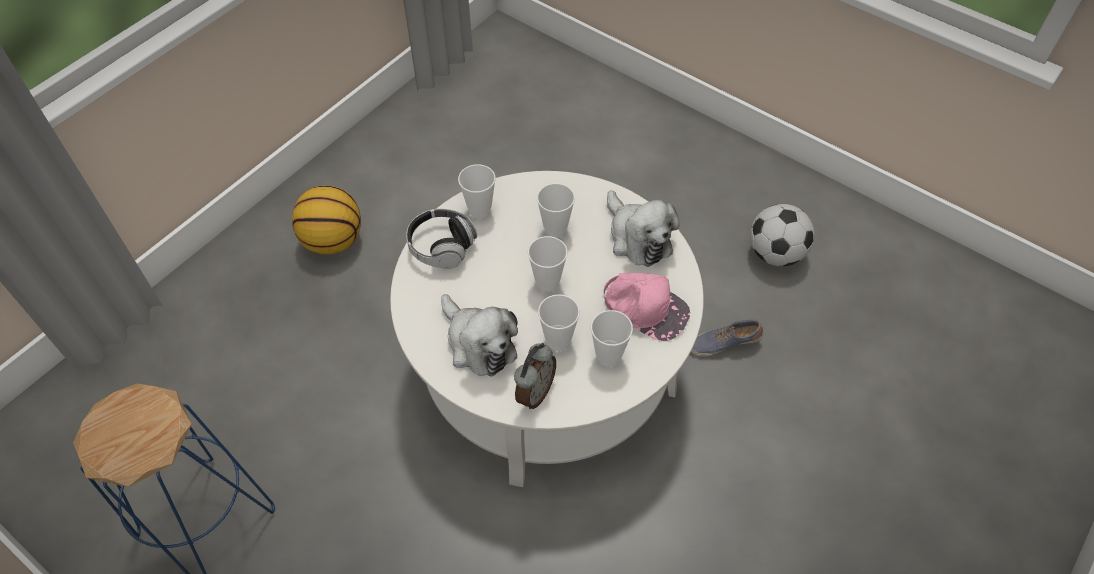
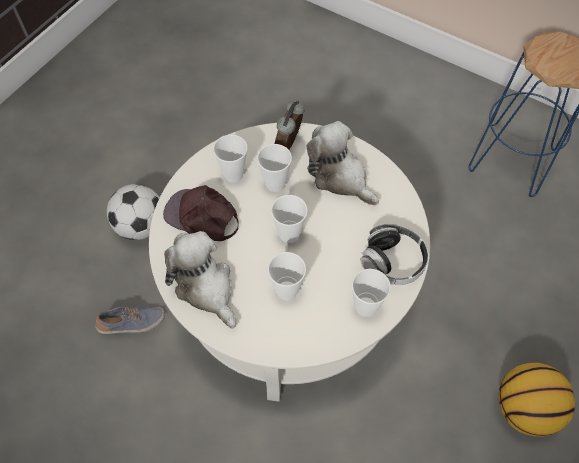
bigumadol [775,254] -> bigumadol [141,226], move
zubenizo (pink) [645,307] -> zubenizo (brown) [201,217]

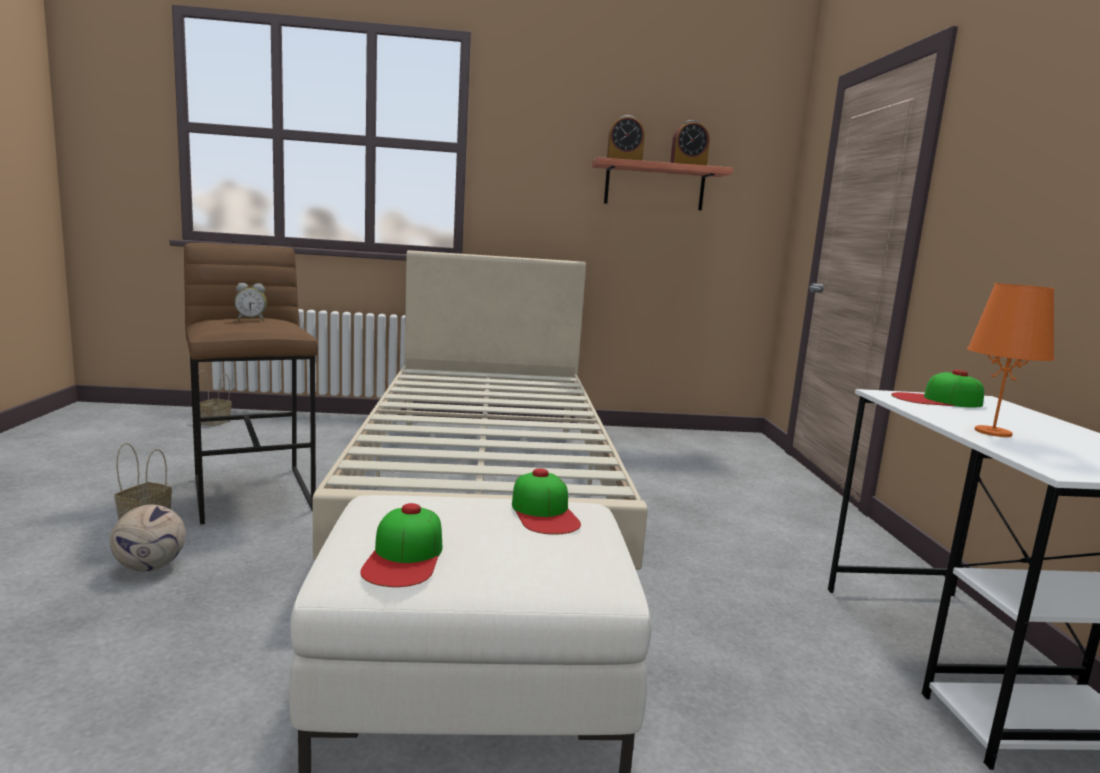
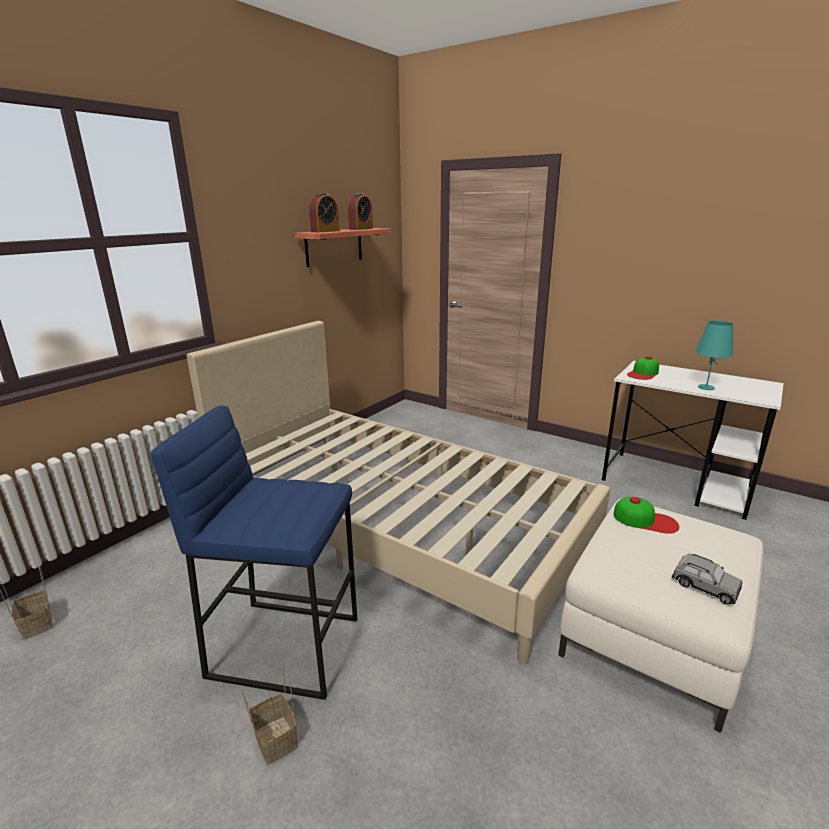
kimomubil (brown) [255,493] -> kimomubil (blue) [286,645]
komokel [251,320] -> none
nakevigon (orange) [993,432] -> nakevigon (turquoise) [706,387]
zubenizo [405,557] -> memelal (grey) [704,586]
bigumadol [149,567] -> none

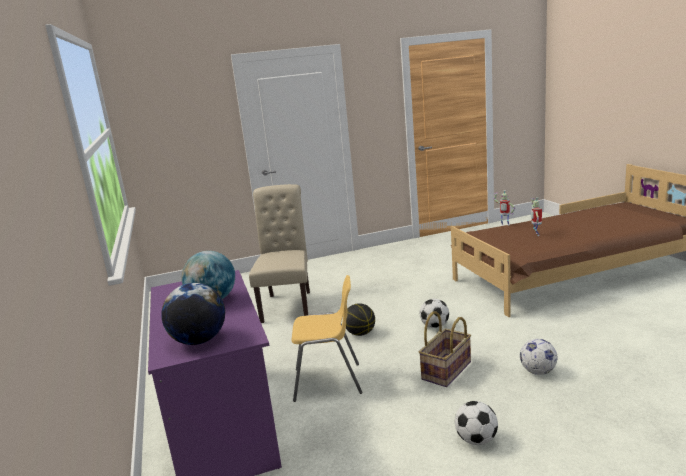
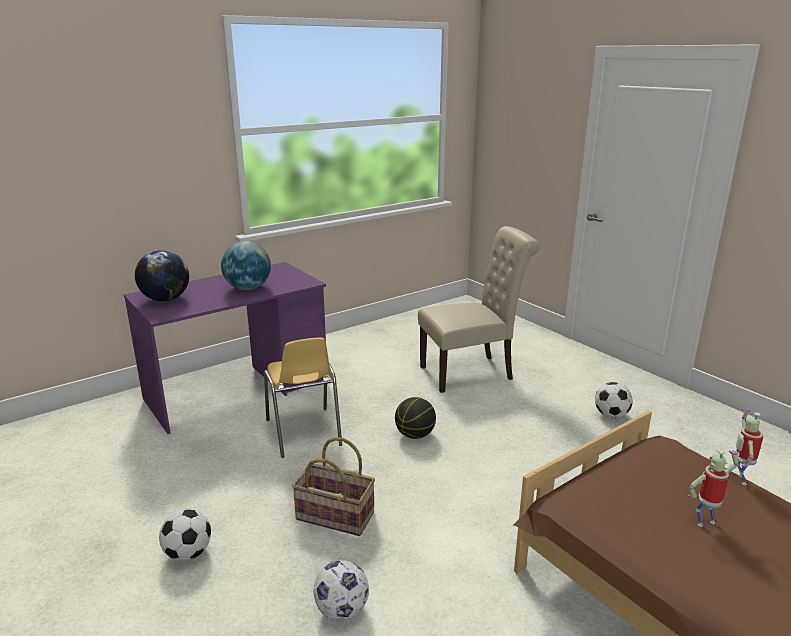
bigumadol [435,326] -> bigumadol [611,415], move

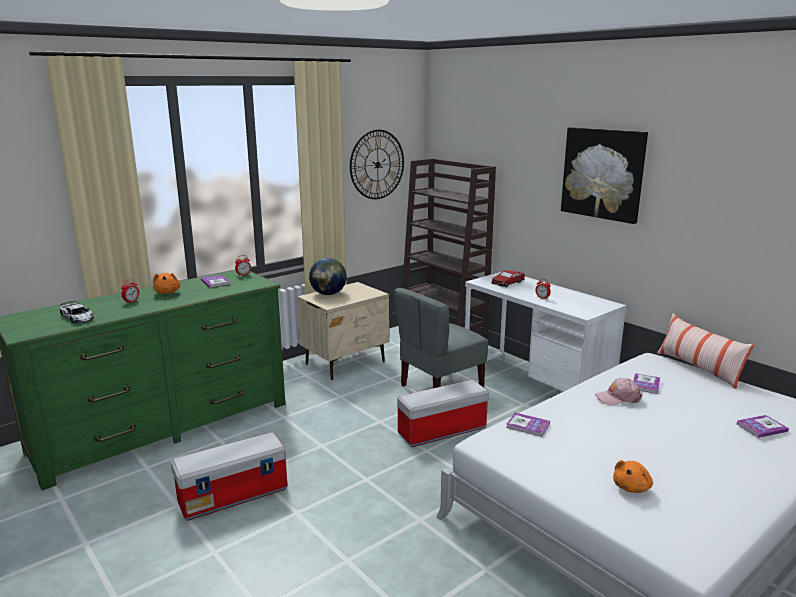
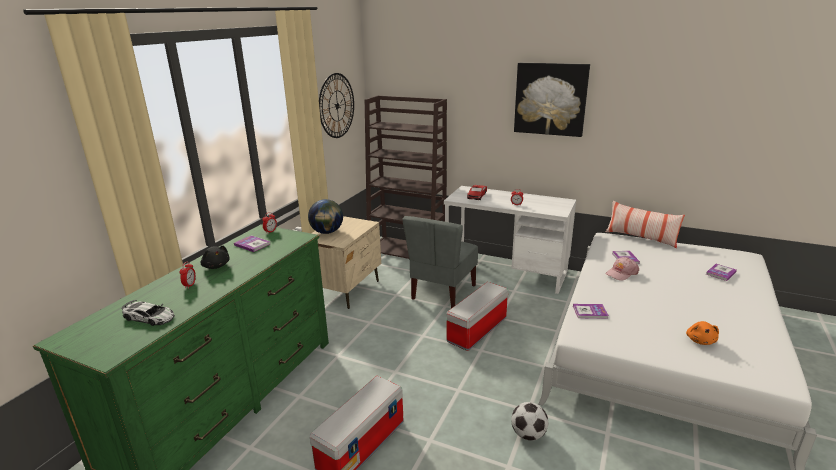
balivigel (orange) [167,292] -> balivigel (black) [216,266]
none -> bigumadol [528,434]

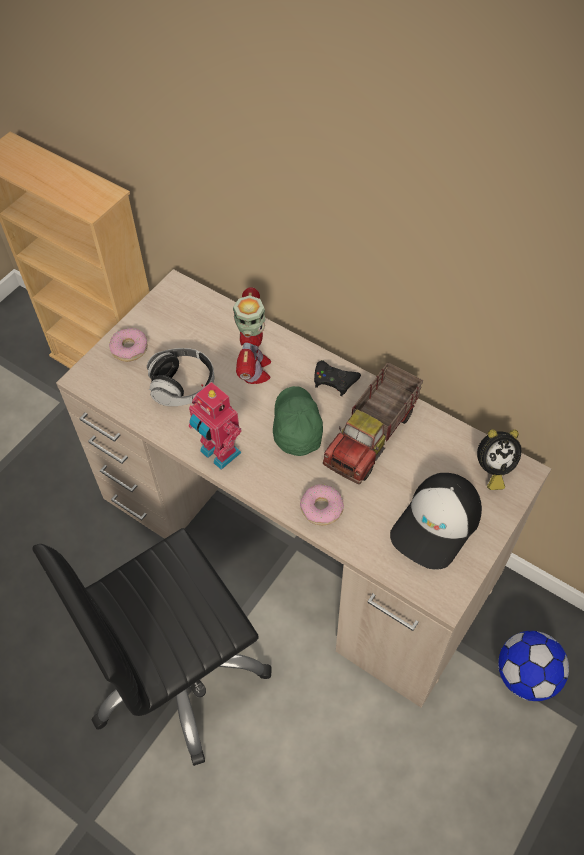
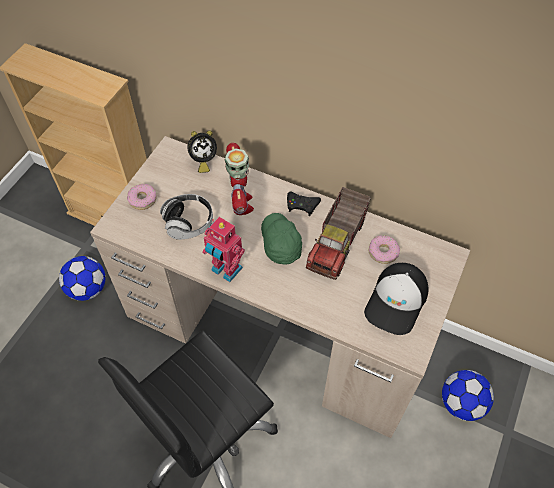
komokel [492,469] -> komokel [203,161], move
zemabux [321,508] -> zemabux [383,252], move
none -> bigumadol [88,289]

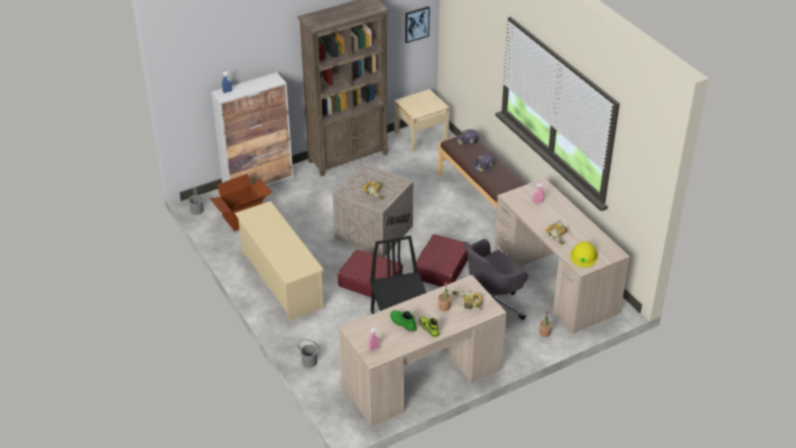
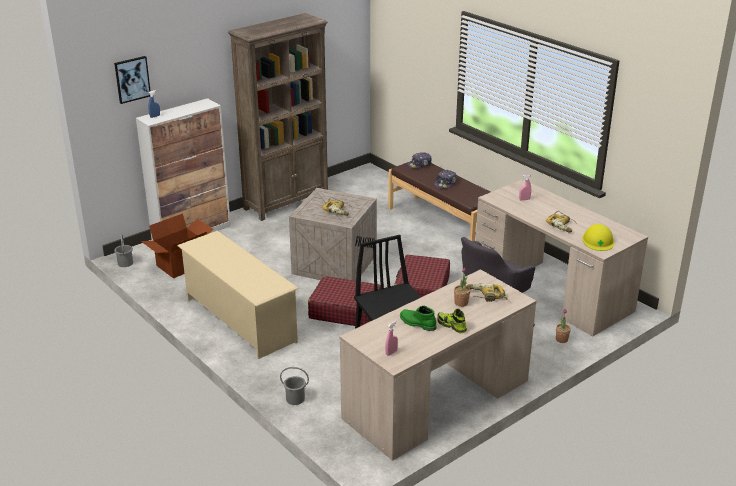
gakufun [416,24] -> gakufun [132,79], move
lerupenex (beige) [421,135] -> none

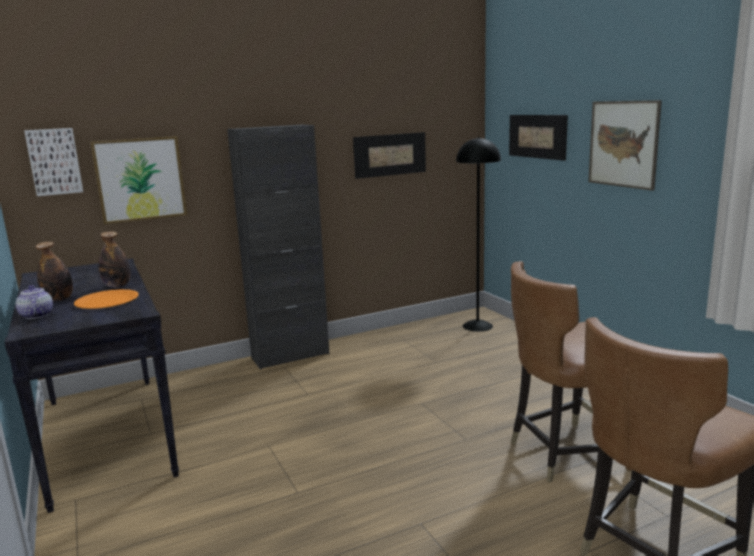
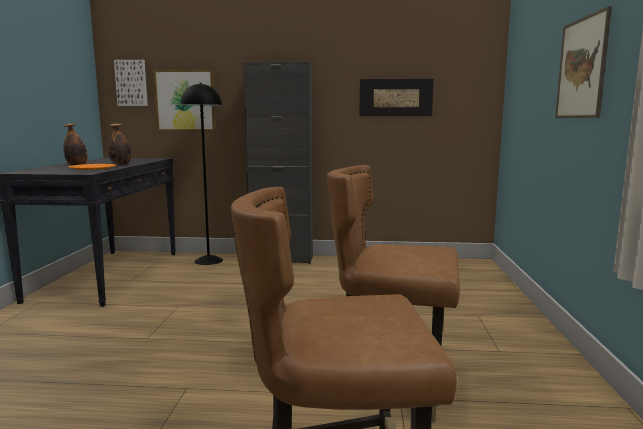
gakufun [537,136] -> none
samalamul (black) [478,326] -> samalamul (black) [209,260], move
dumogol [36,315] -> none

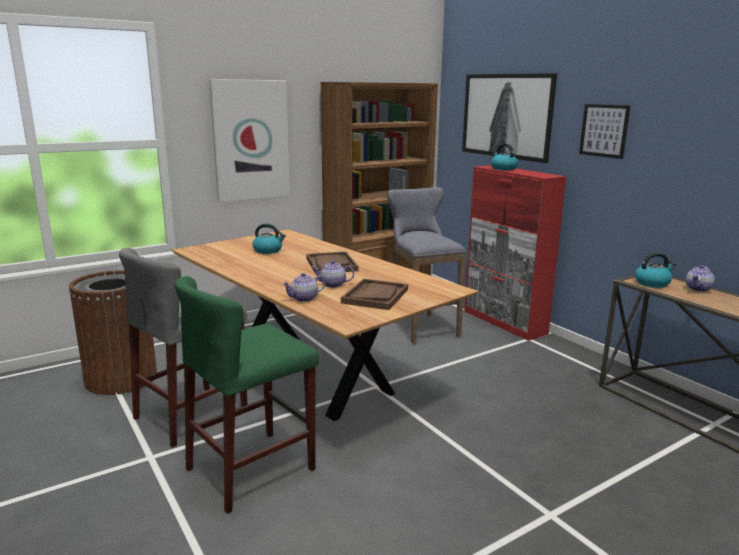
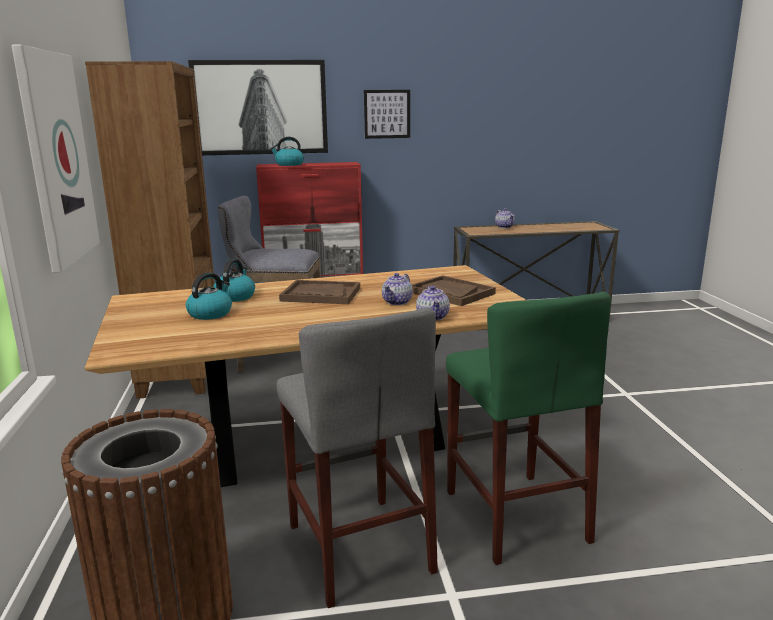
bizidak [652,283] -> bizidak [235,296], move

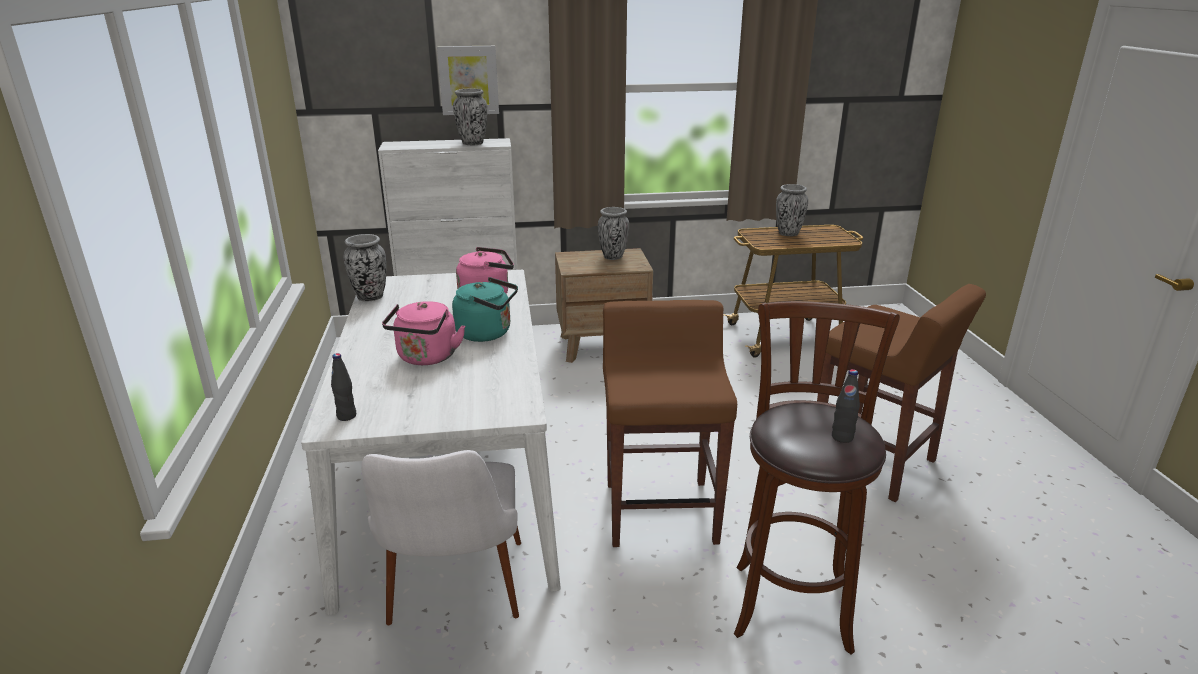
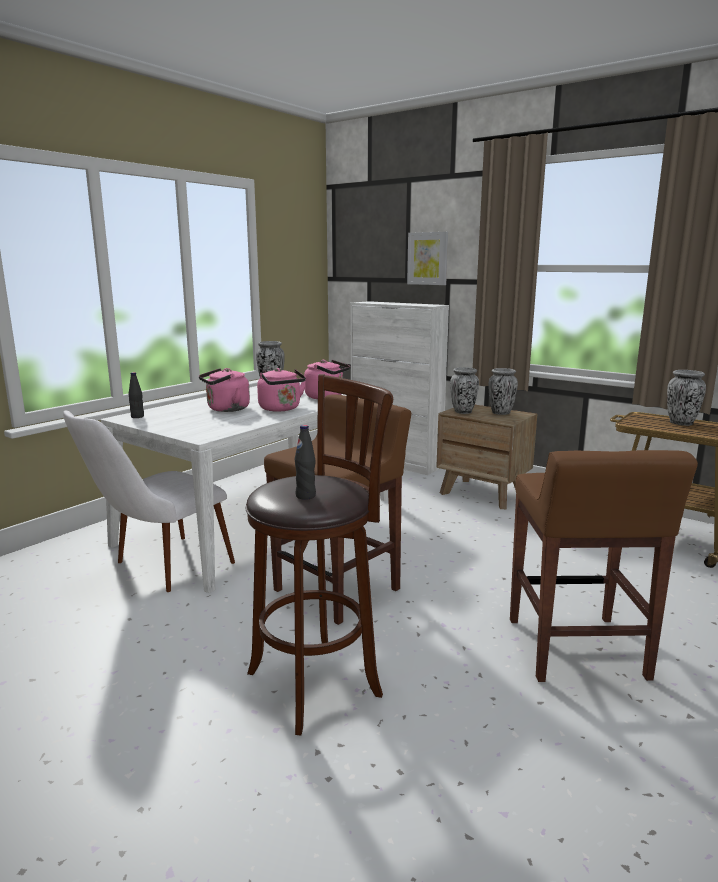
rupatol [472,143] -> rupatol [463,412], move
bizidak (turquoise) [487,333] -> bizidak (pink) [281,409]

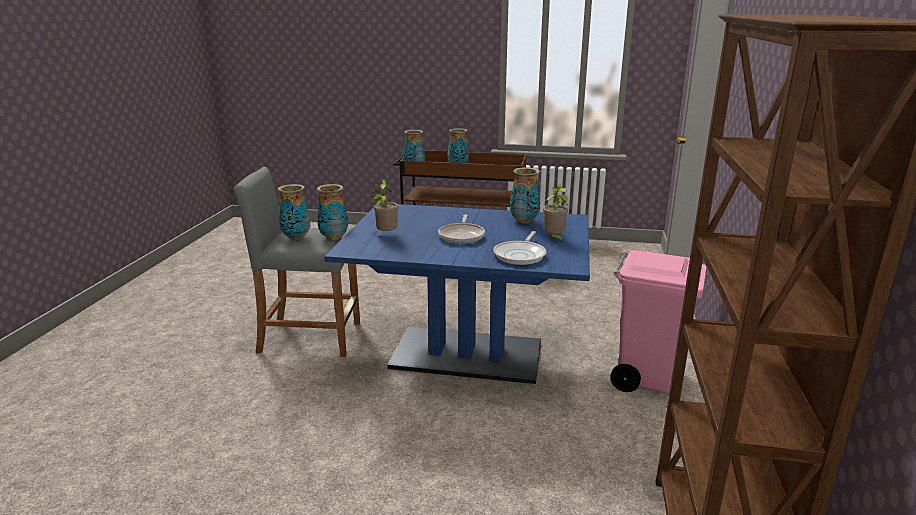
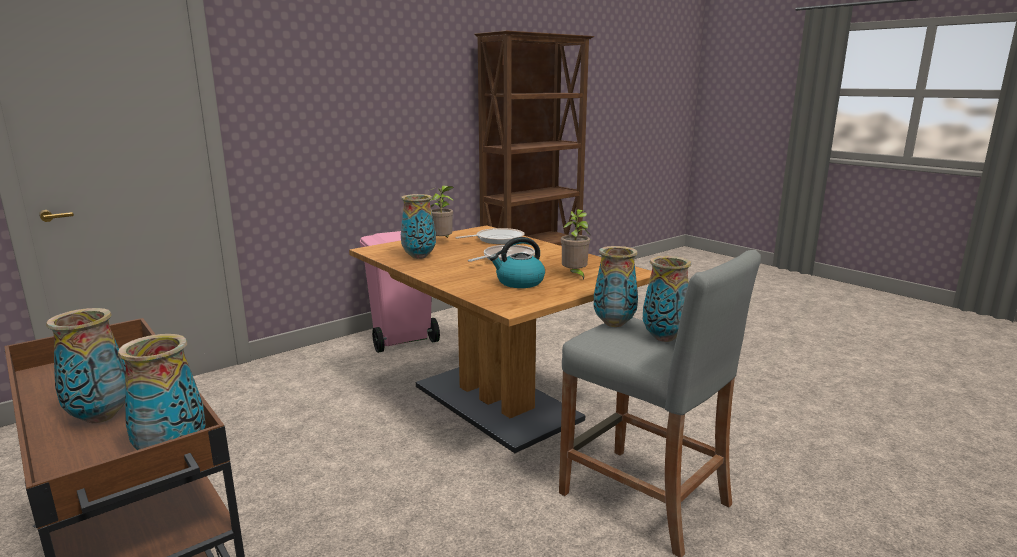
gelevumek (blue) [467,355] -> gelevumek (brown) [496,402]
none -> bizidak [519,282]

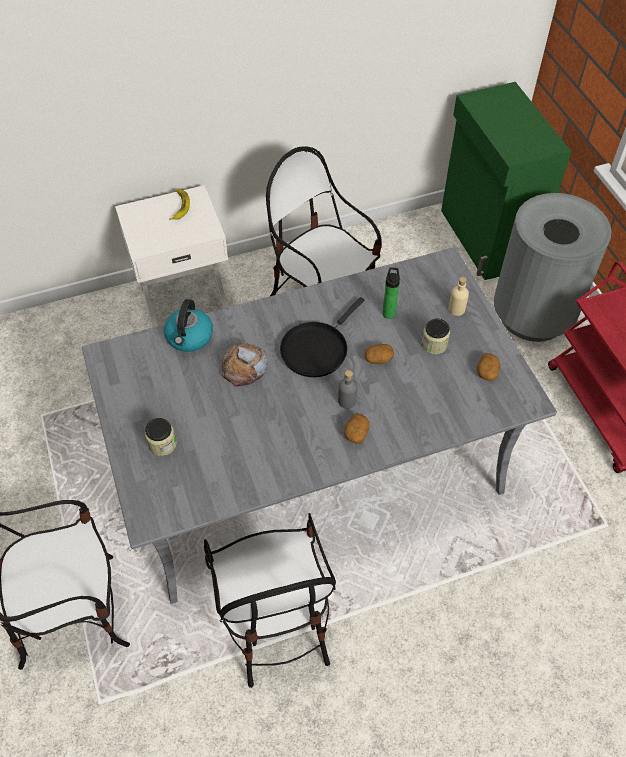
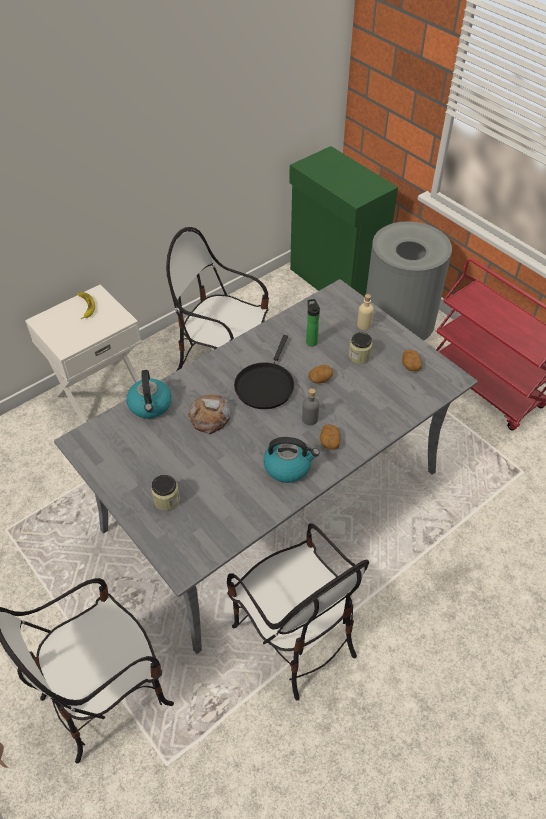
none -> bizidak [288,466]

